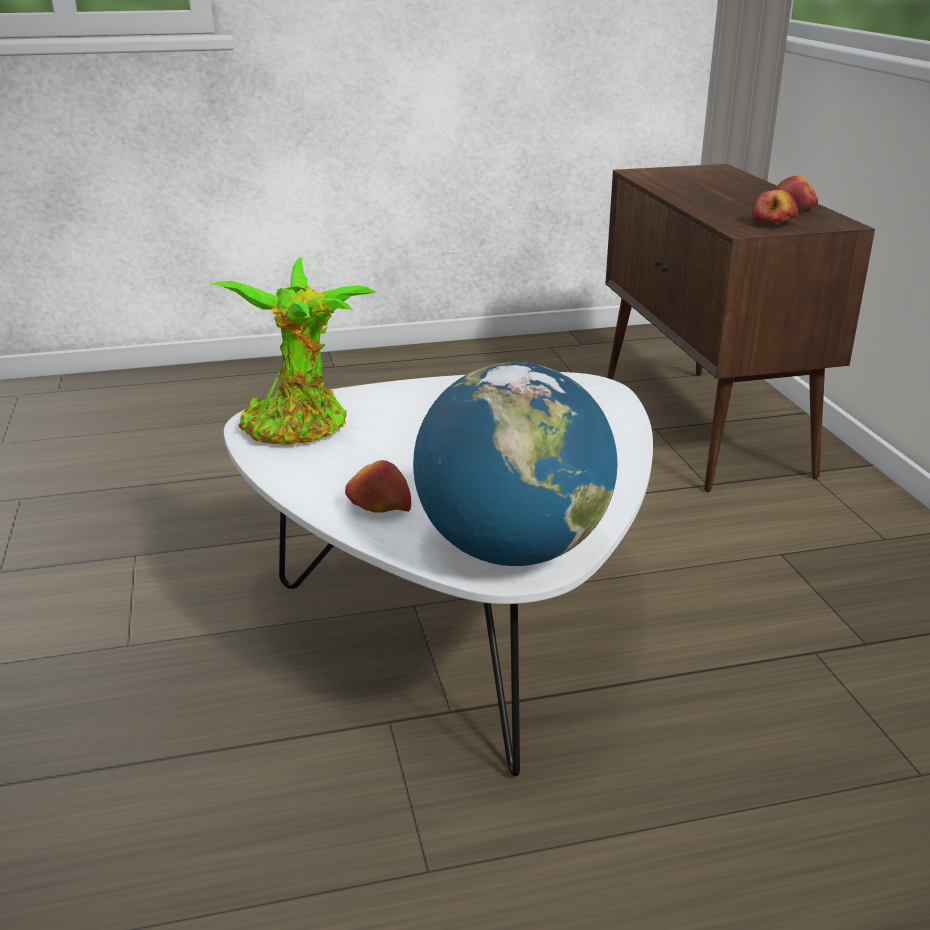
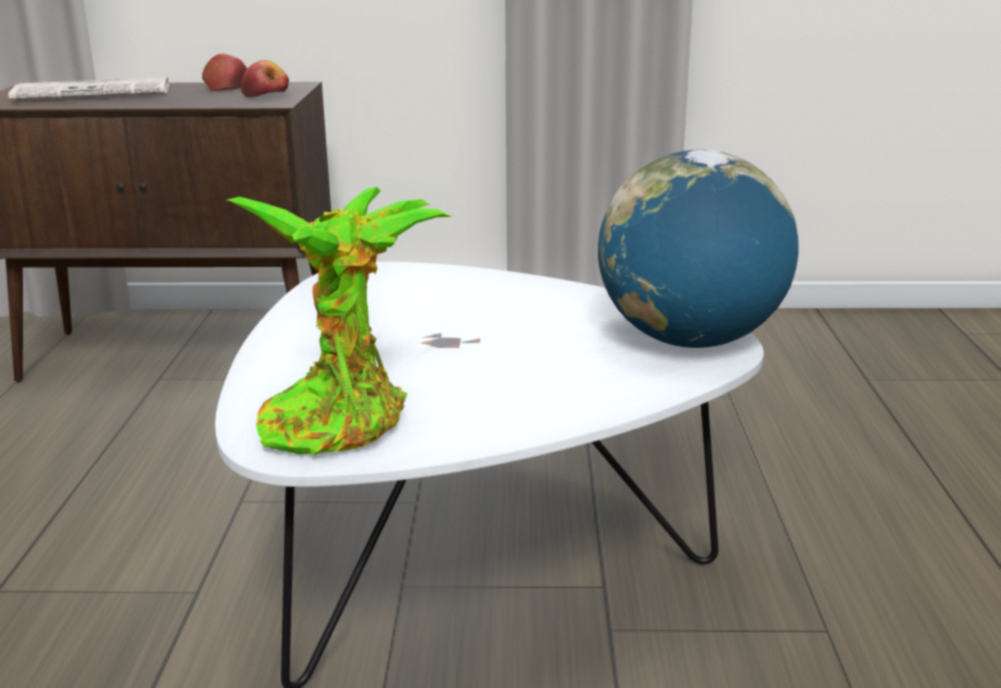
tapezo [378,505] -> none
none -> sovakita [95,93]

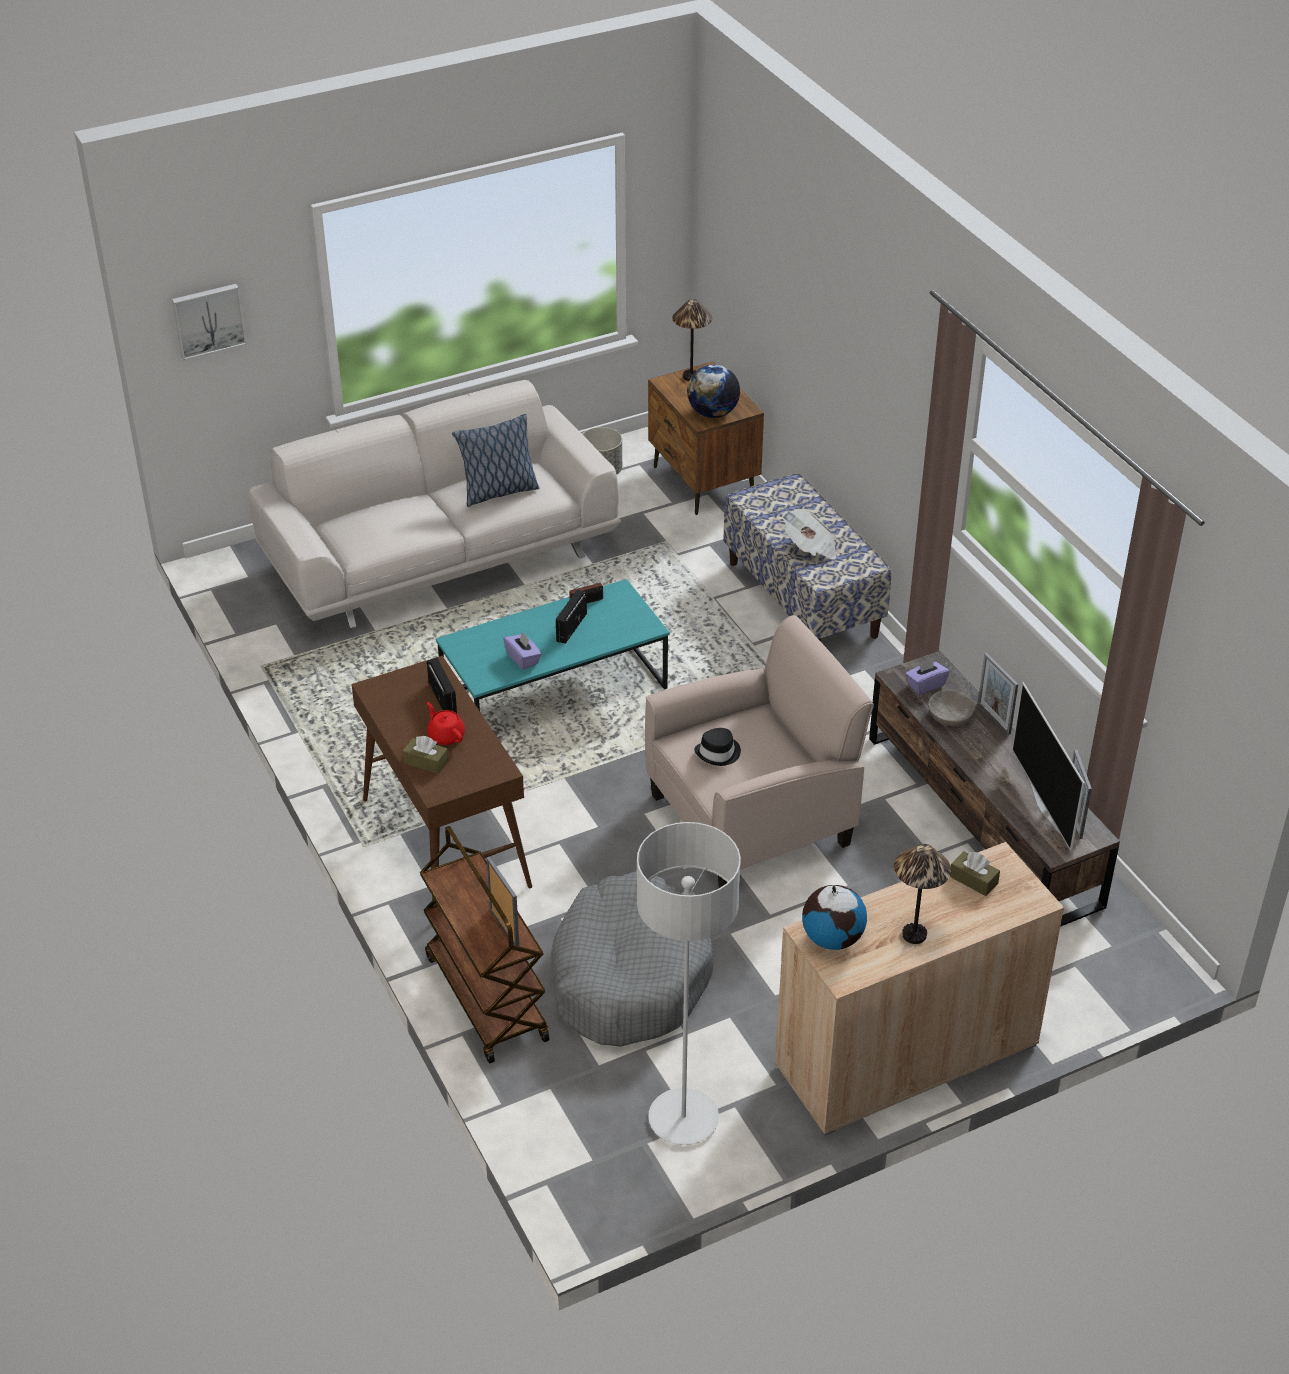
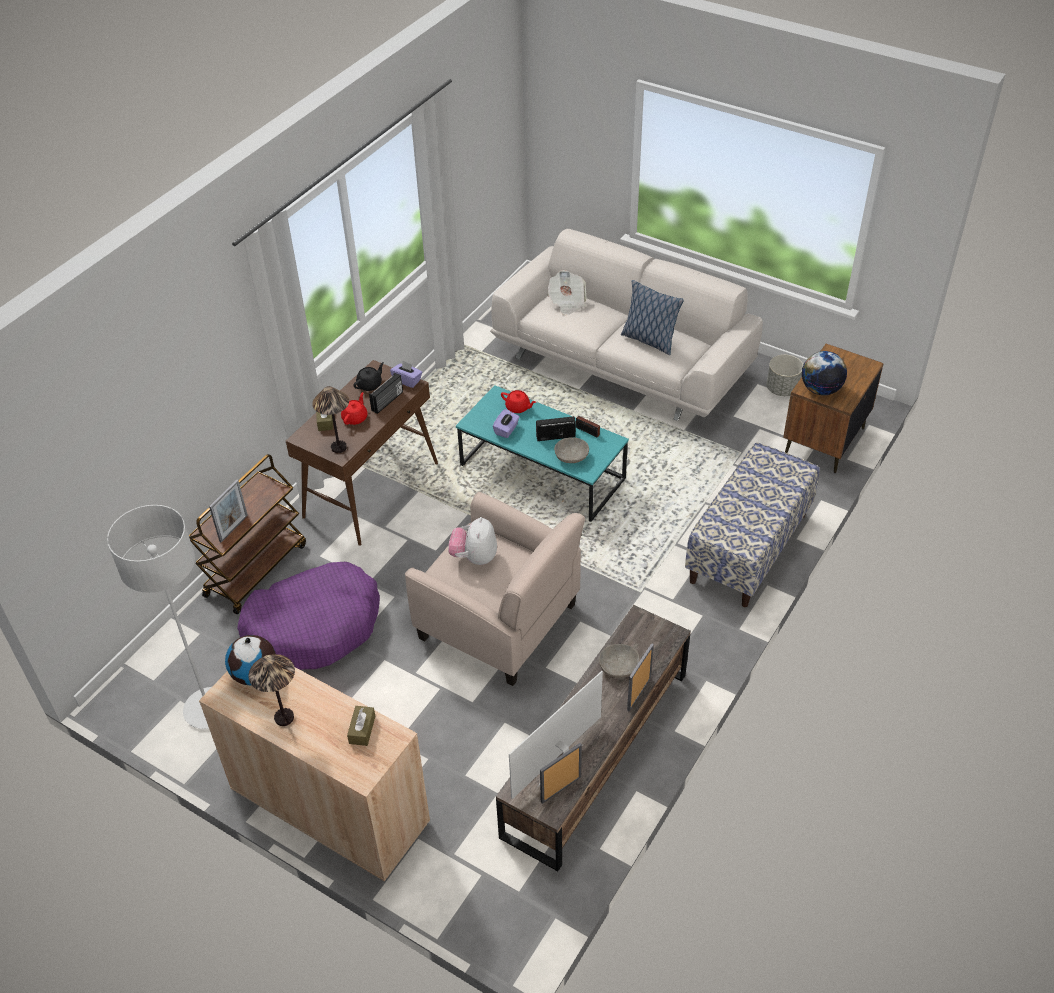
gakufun [208,320] -> none
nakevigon [690,376] -> nakevigon [338,447], move
sovakita [810,547] -> sovakita [567,302], move
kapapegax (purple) [925,685] -> kapapegax (purple) [407,380], move
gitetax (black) [718,753] -> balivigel [474,557]
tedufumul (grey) [629,976] -> tedufumul (purple) [314,627]
none -> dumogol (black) [370,384]
none -> dumogol (red) [518,407]
none -> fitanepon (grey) [571,457]

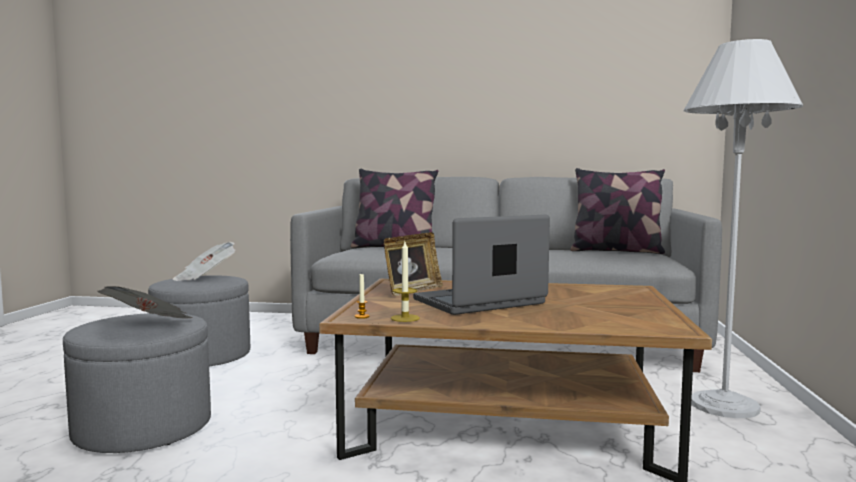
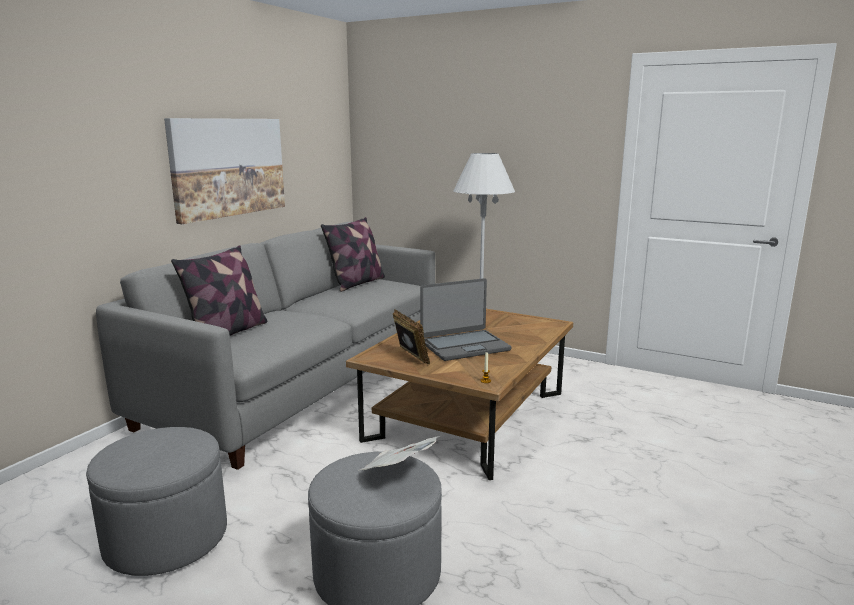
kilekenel [480,302] -> kilekenel [464,346], 105 degrees counterclockwise
sovakita [205,277] -> none
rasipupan [405,318] -> none
none -> gakufun [228,167]

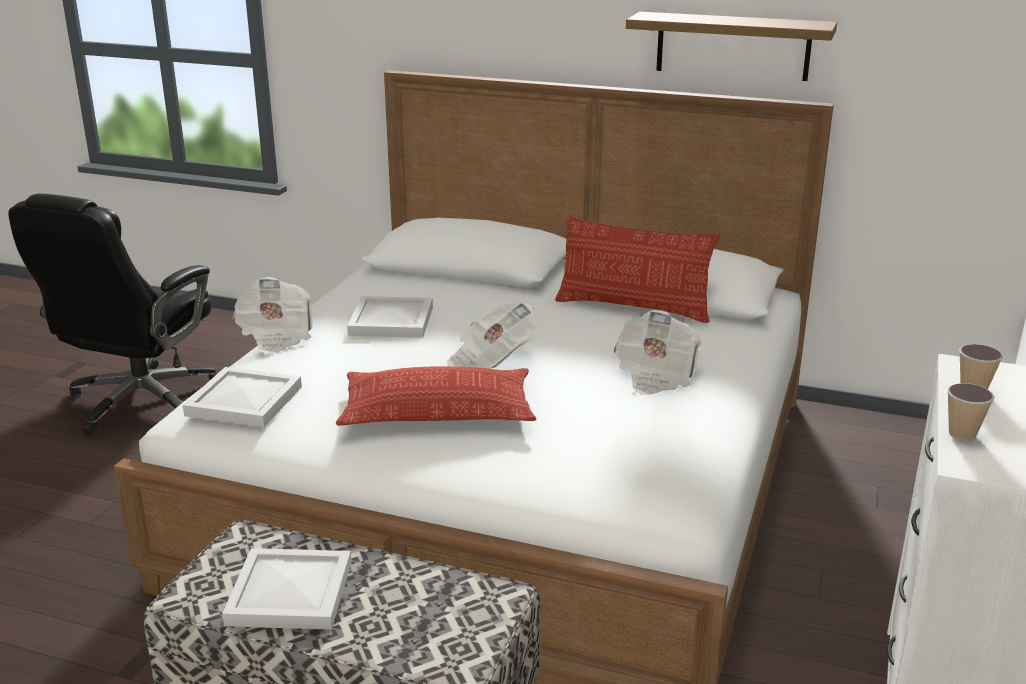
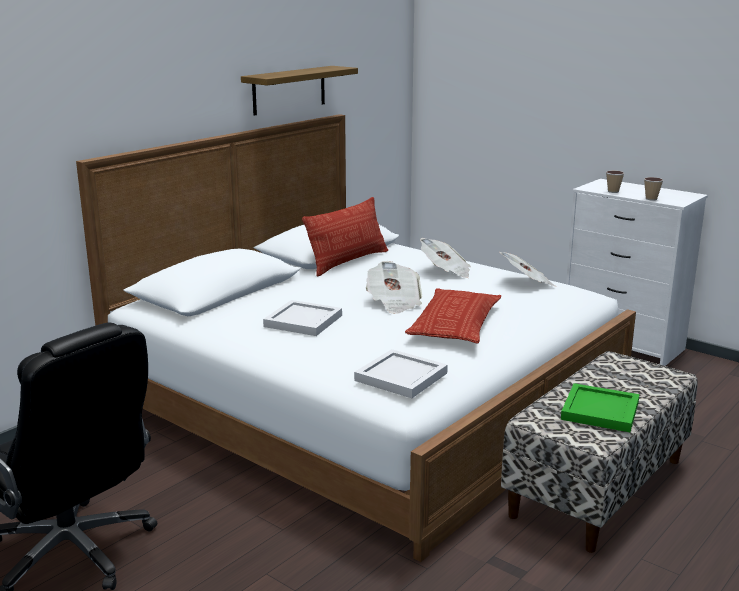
sovakita [275,336] -> sovakita [527,283], move
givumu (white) [292,592] -> givumu (green) [599,410]

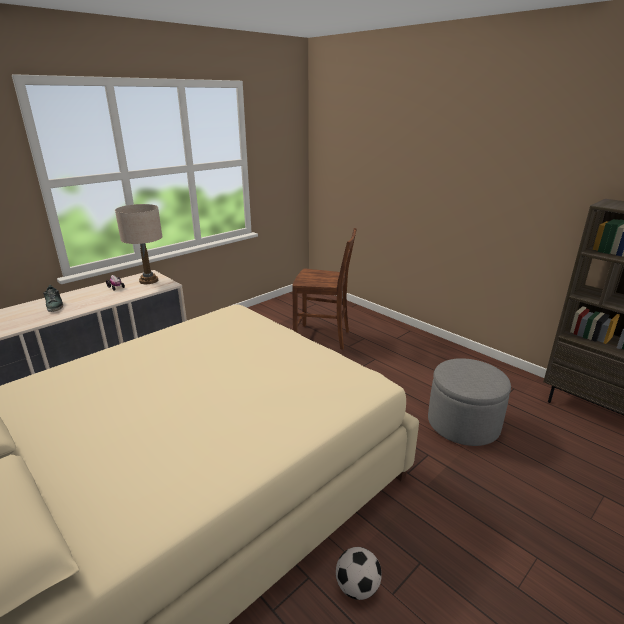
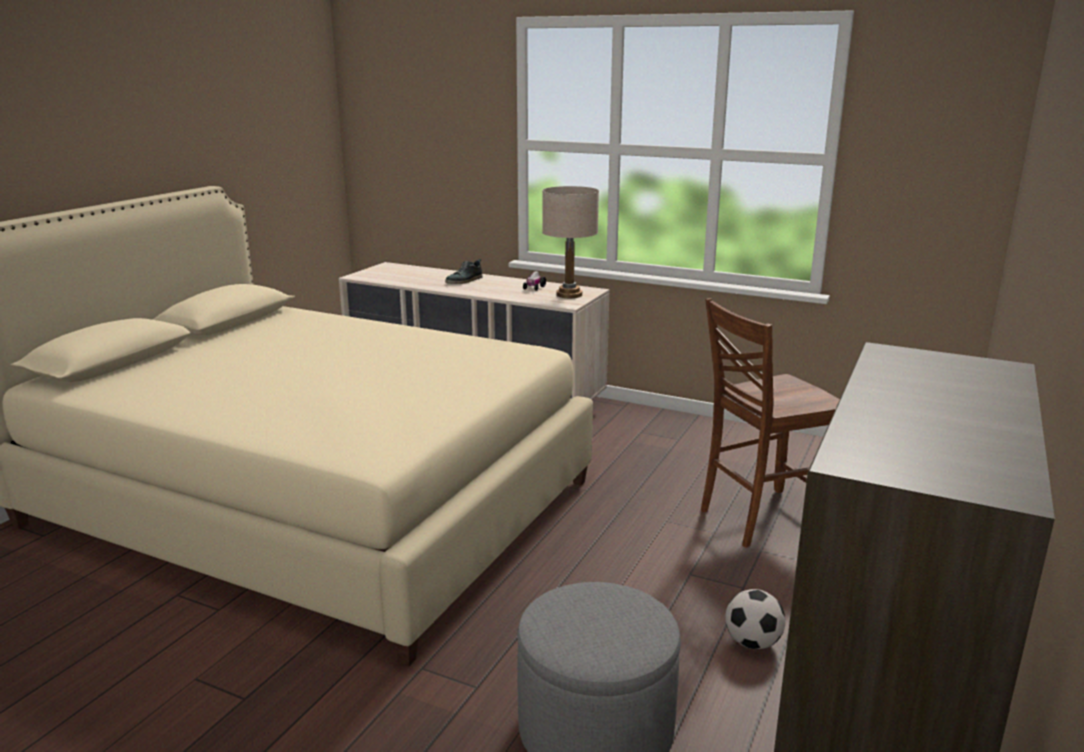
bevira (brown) [323,338] -> bevira (brown) [762,518], 75 degrees clockwise
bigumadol [357,587] -> bigumadol [752,642], move

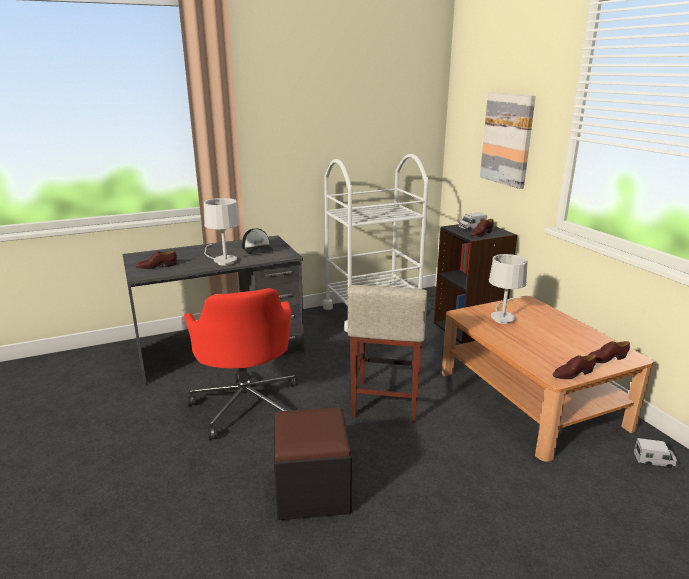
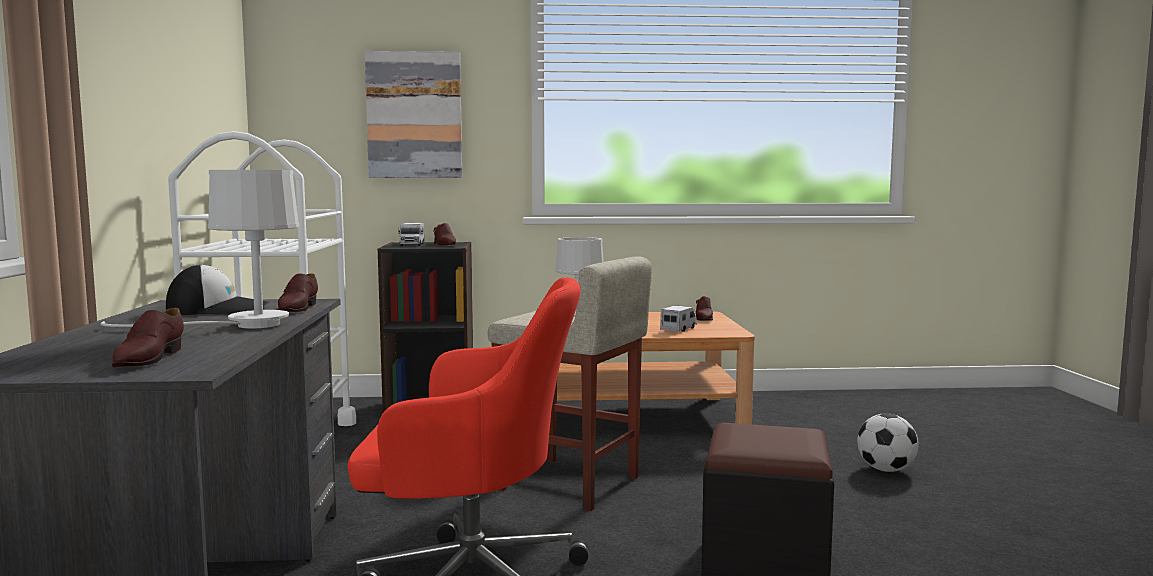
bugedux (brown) [572,374] -> bugedux (brown) [297,309], move
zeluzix [654,461] -> zeluzix [679,329], move
none -> bigumadol [886,470]

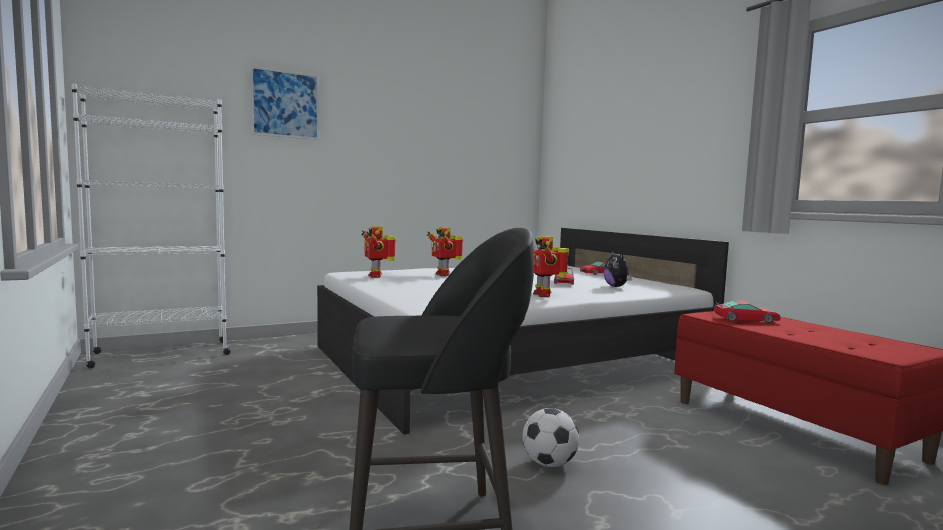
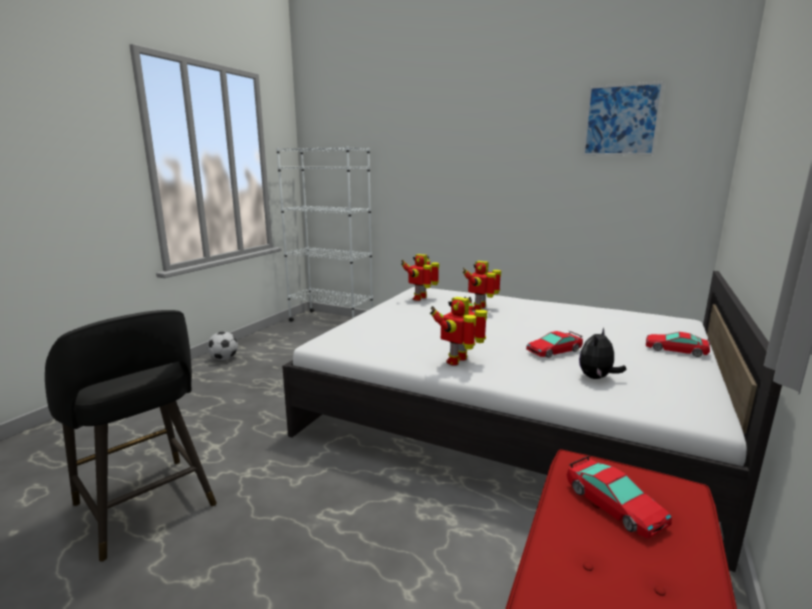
gakufun [285,104] -> gakufun [621,120], move
bigumadol [549,464] -> bigumadol [224,359], move

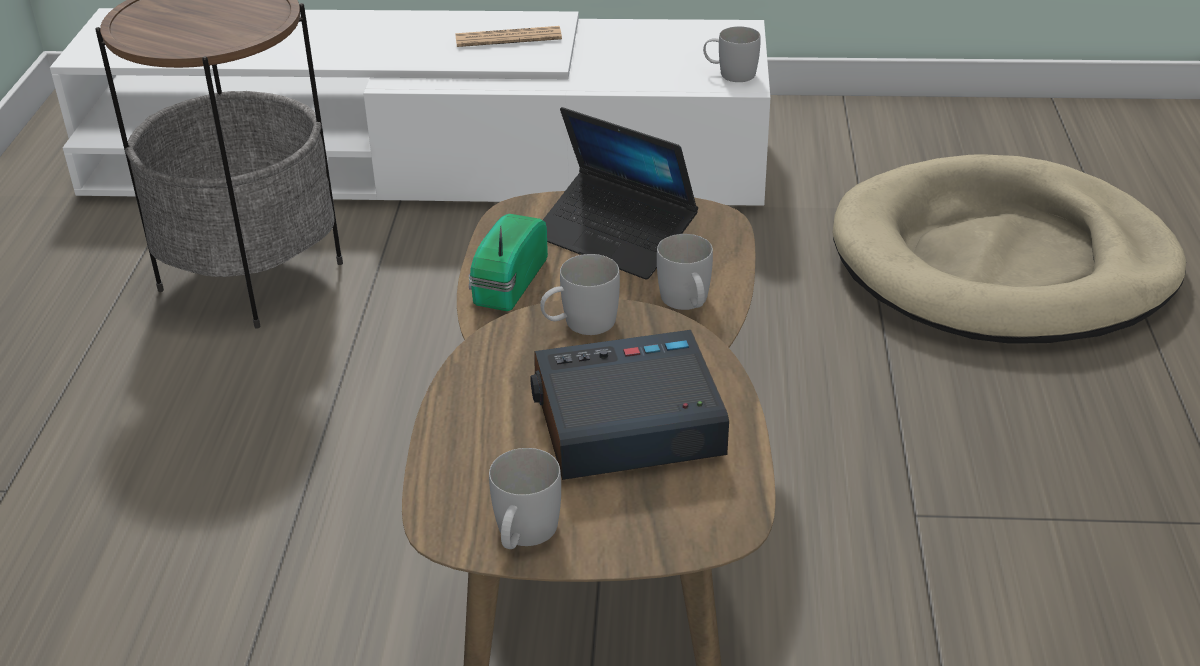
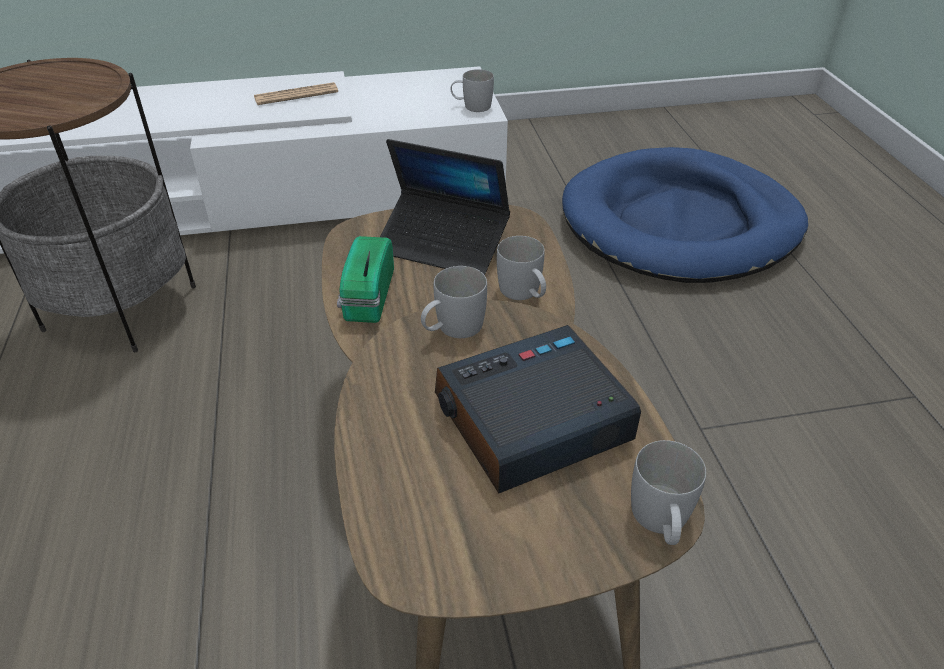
tedufumul (beige) [1002,263] -> tedufumul (blue) [680,223]
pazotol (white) [523,536] -> pazotol (white) [661,522], move

